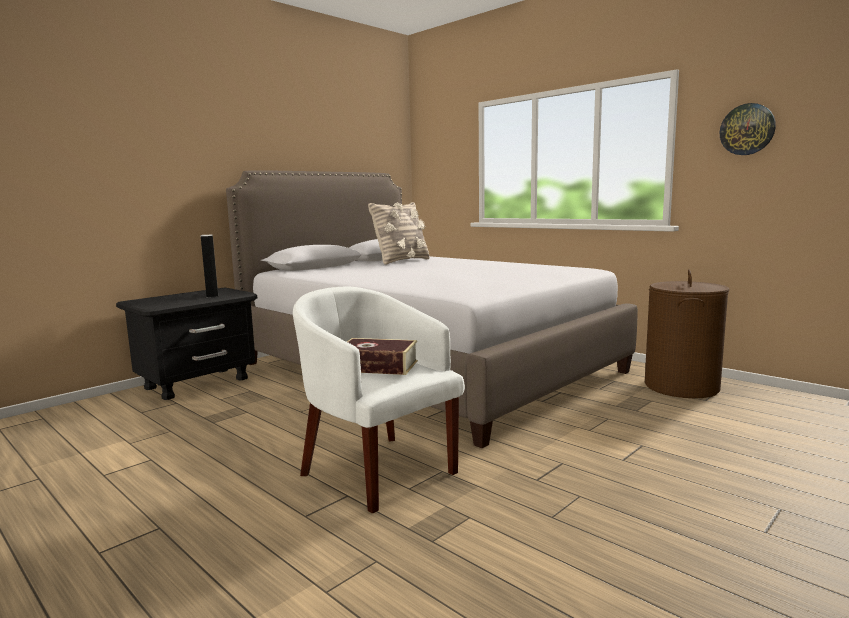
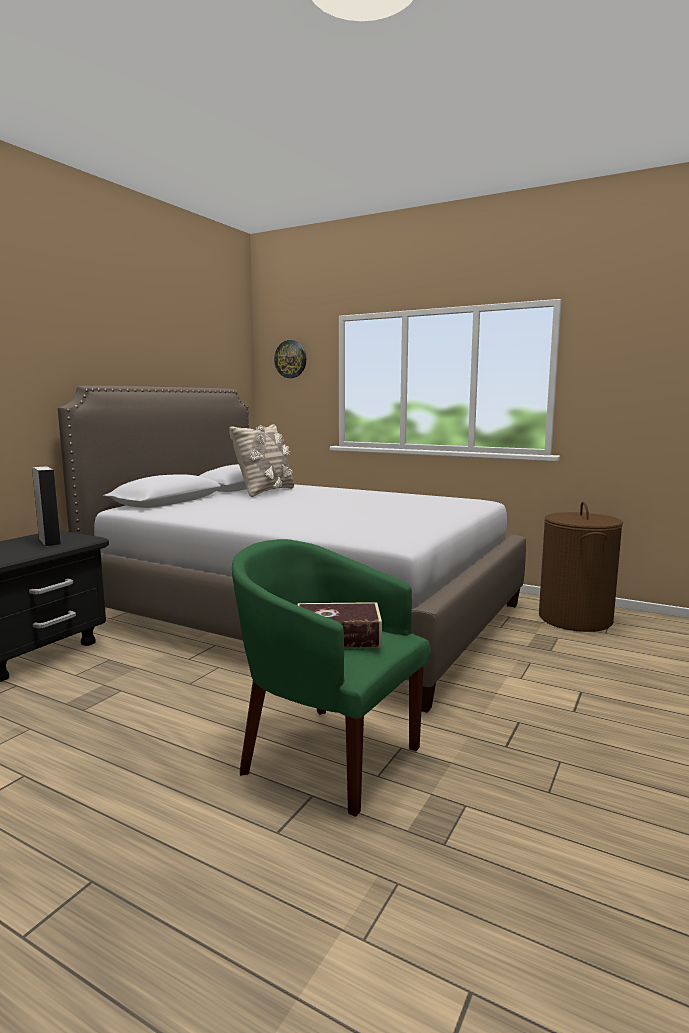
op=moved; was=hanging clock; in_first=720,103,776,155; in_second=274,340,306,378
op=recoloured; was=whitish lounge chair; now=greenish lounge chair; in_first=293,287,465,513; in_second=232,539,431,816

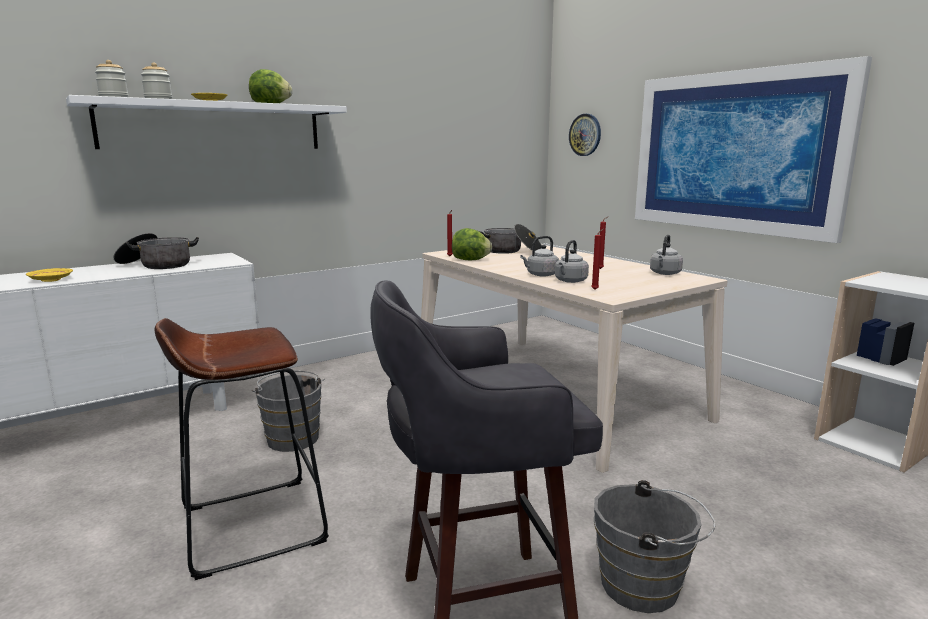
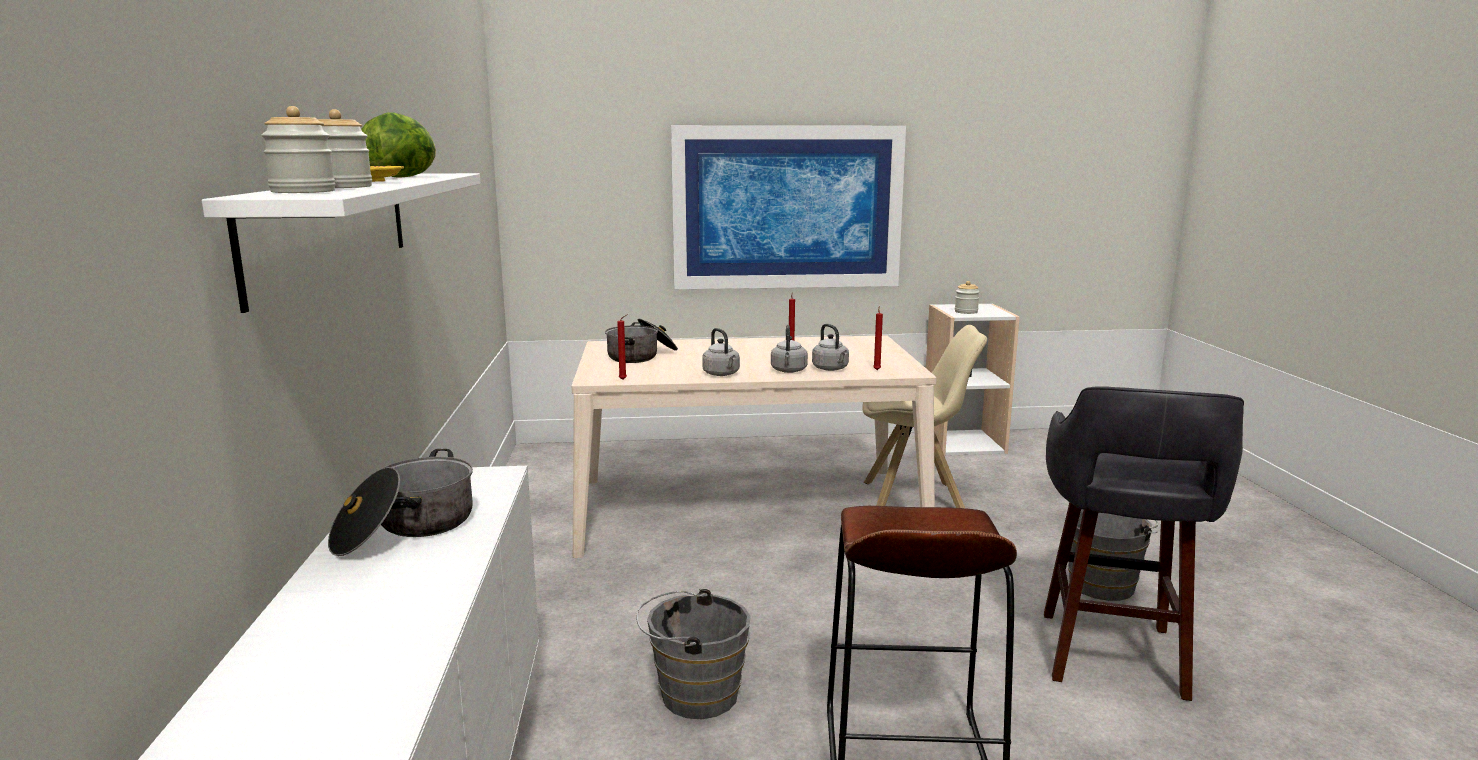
op=removed; was=hanging clock; in_first=569,114,601,156
op=removed; was=lettuce head; in_first=452,228,492,260
op=moved; was=gray kettle; in_first=650,235,683,275; in_second=702,328,740,376
op=removed; was=yellow plate; in_first=26,268,73,282
op=added; now=preserve jar; in_second=955,281,979,314
op=added; now=beige-coloured upright chair; in_second=862,325,987,508

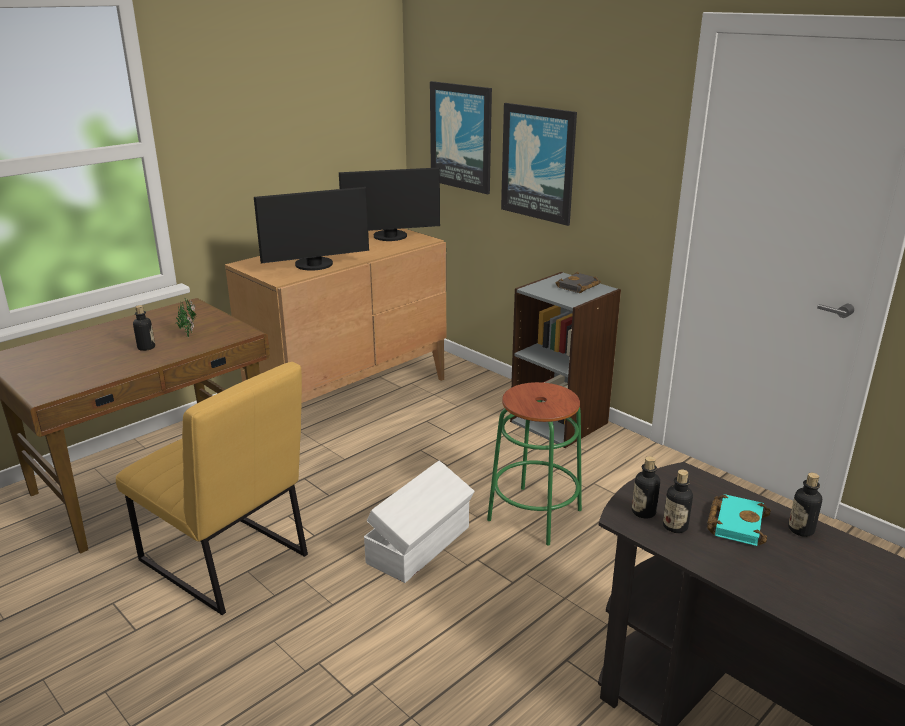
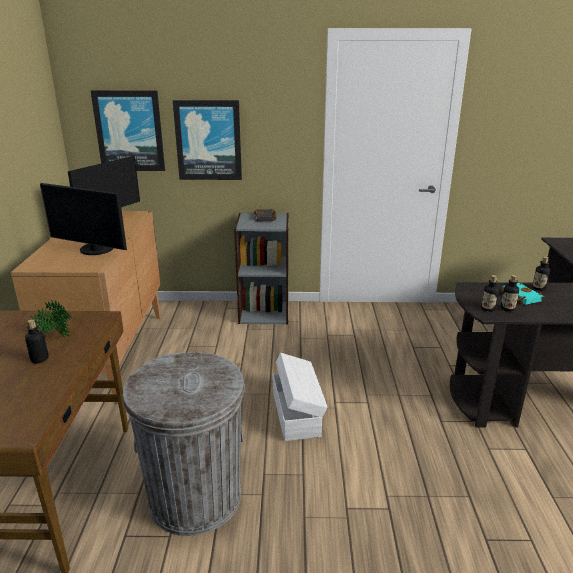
op=turned; was=computer screen; in_first=254,187,369,271; in_second=40,183,127,255; clockwise=90
op=replaced; was=yellow upright chair; now=gray trash can; in_first=116,362,308,615; in_second=123,352,245,536
op=removed; was=greenish stool seat; in_first=487,382,582,546

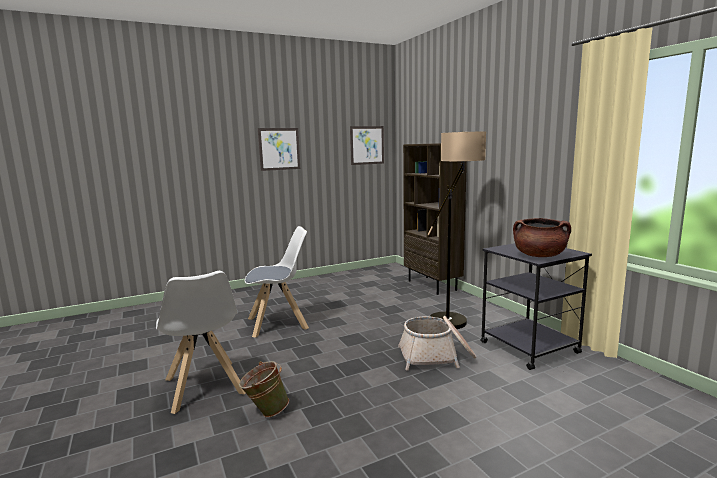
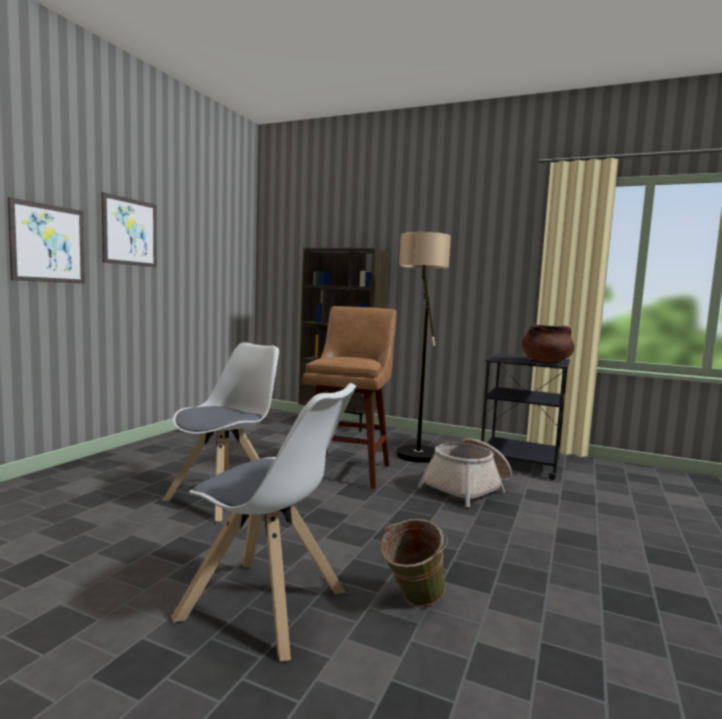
op=moved; was=picture; in_first=350,126,384,165; in_second=8,197,85,284
op=added; now=brownish stool seat; in_second=303,306,397,489

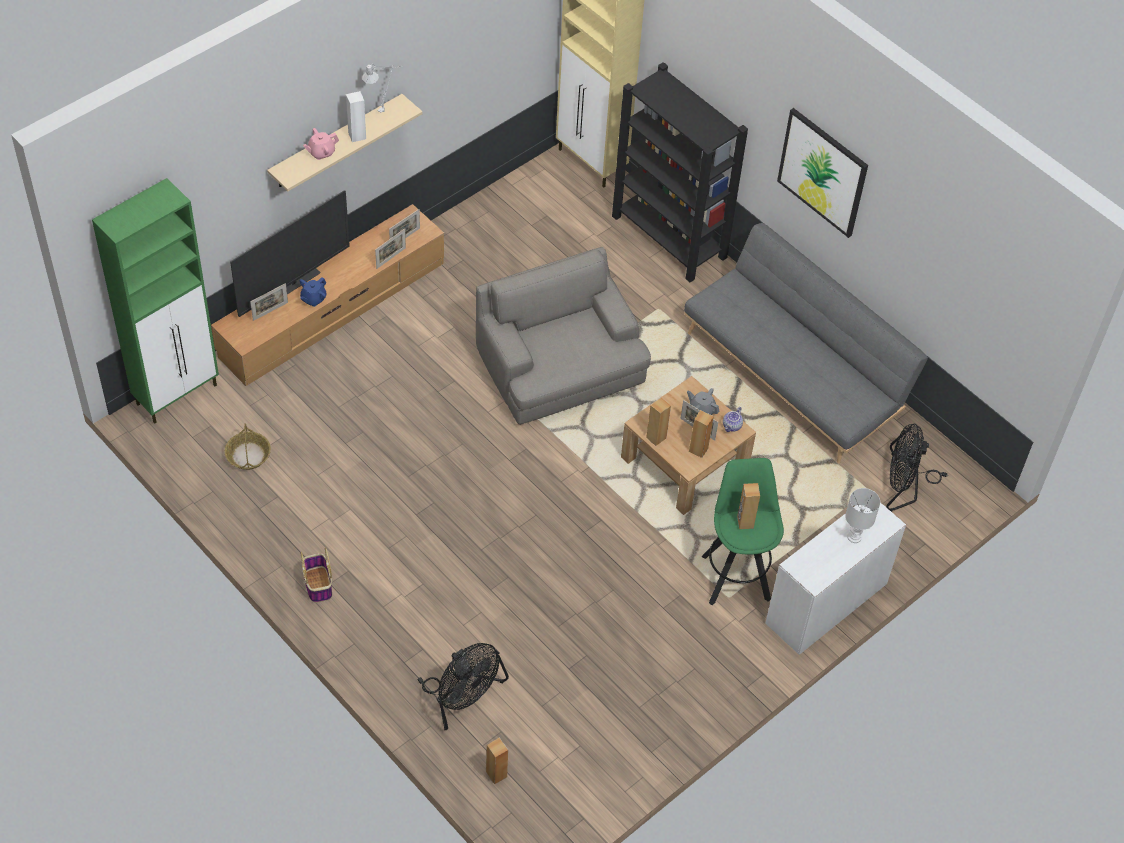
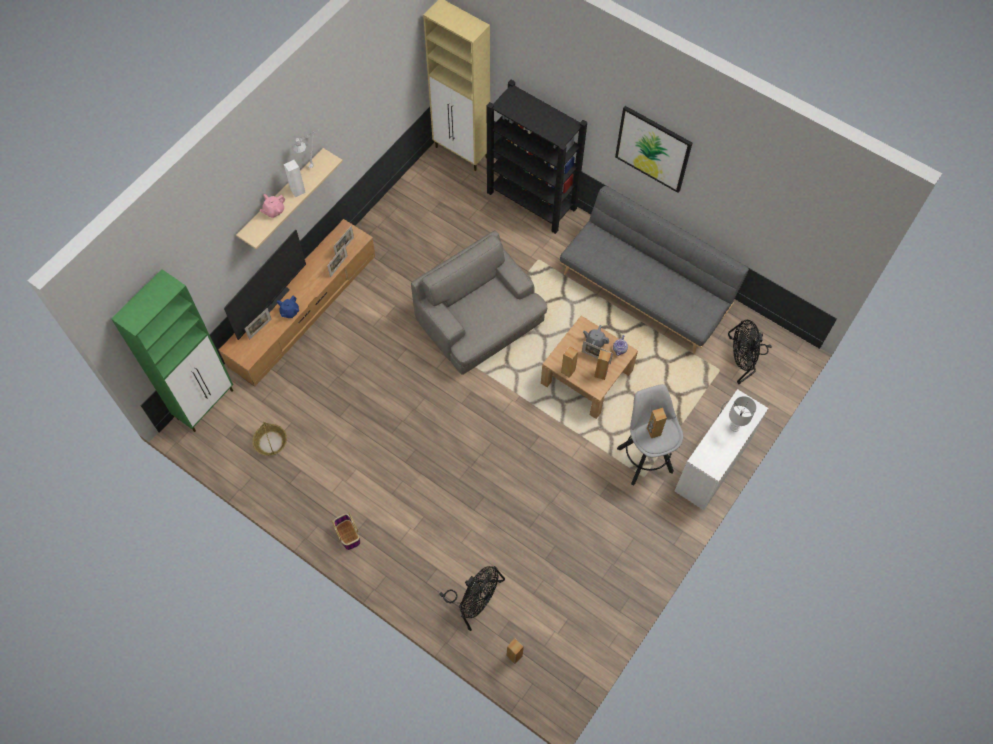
op=recoloured; was=greenish stool seat; now=gray stool seat; in_first=702,458,784,605; in_second=617,384,683,486

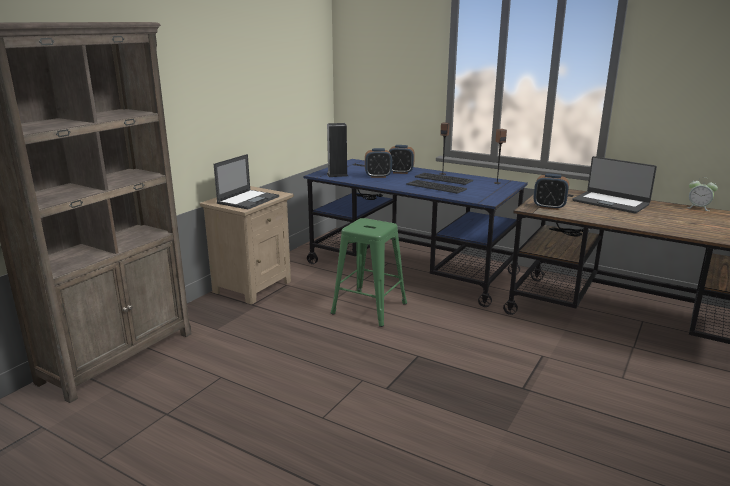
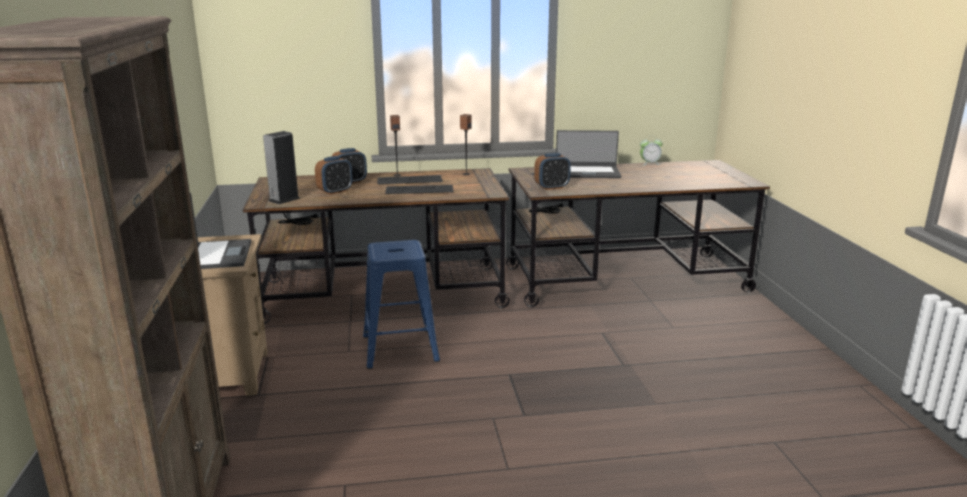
op=recoloured; was=blue desk unit; now=brownish desk unit; in_first=304,159,528,307; in_second=243,168,510,324
op=recoloured; was=greenish stool seat; now=blue stool seat; in_first=331,218,407,327; in_second=363,240,440,369

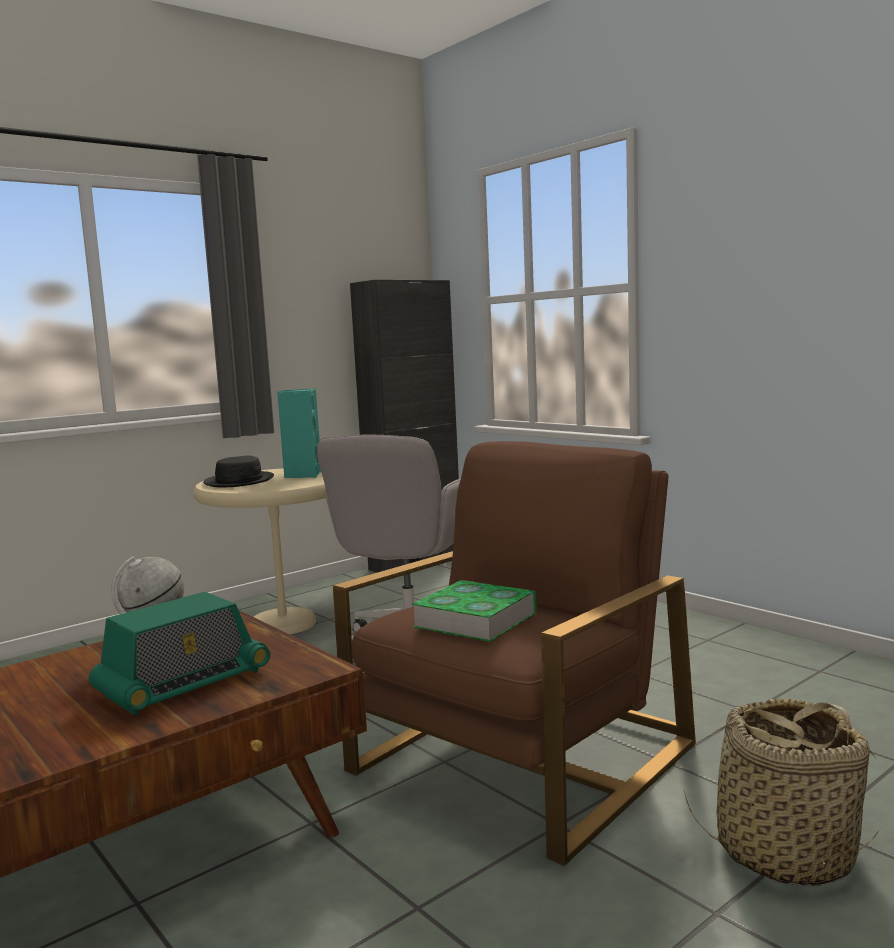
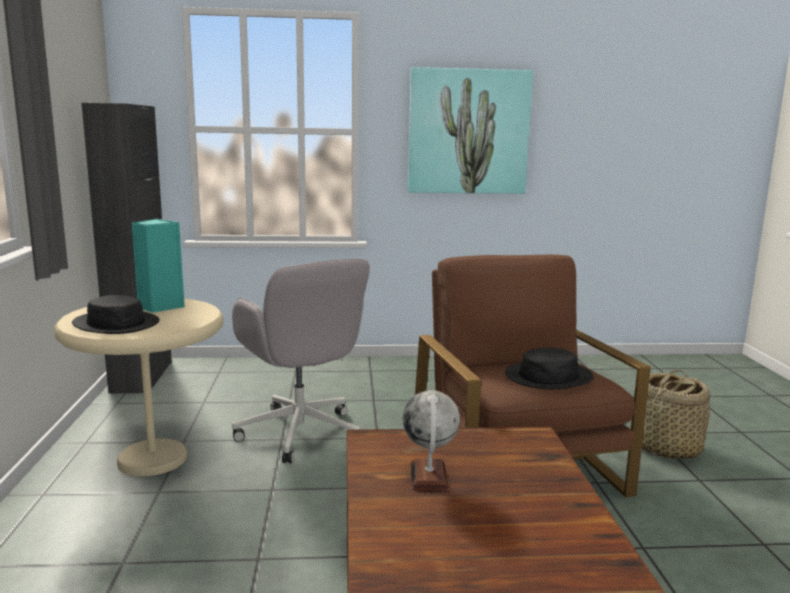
op=replaced; was=volume; now=blackish hat; in_first=412,580,536,642; in_second=505,348,594,389
op=removed; was=radio set; in_first=89,592,270,715
op=added; now=picture; in_second=408,67,533,194

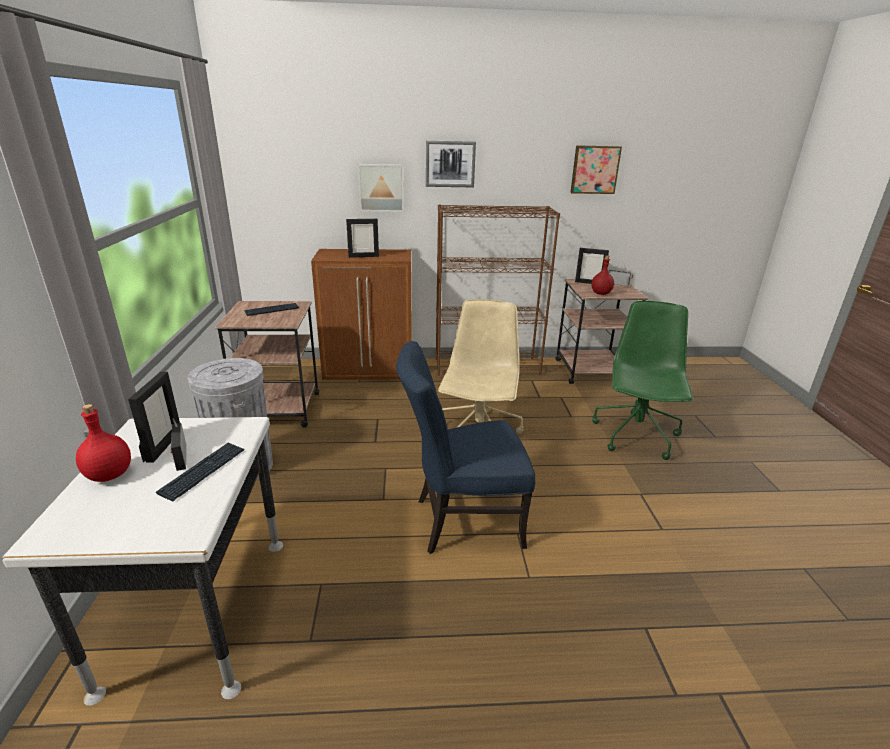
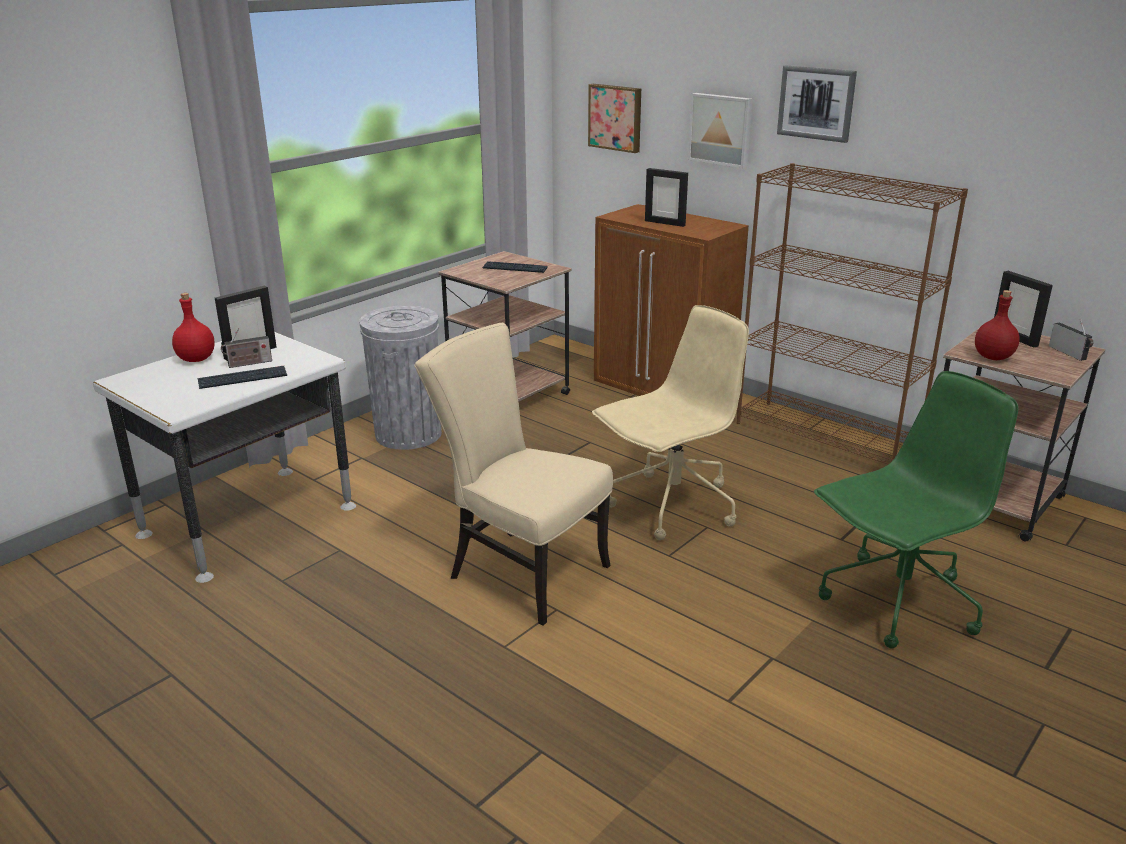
op=moved; was=picture; in_first=570,145,622,194; in_second=588,84,641,153
op=recoloured; was=blue upright chair; now=beige-coloured upright chair; in_first=396,341,536,554; in_second=414,323,613,626
op=turned; was=radio set; in_first=170,418,186,471; in_second=221,328,272,368; clockwise=-135

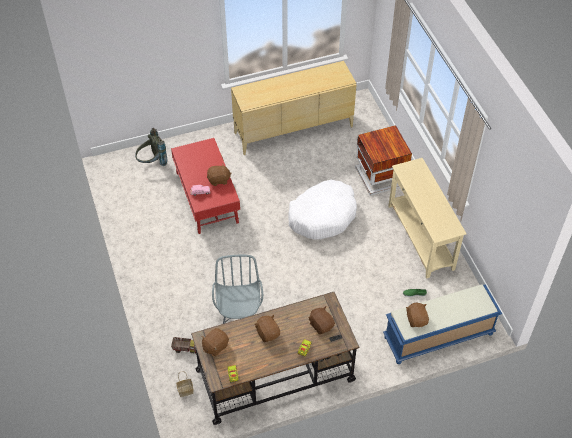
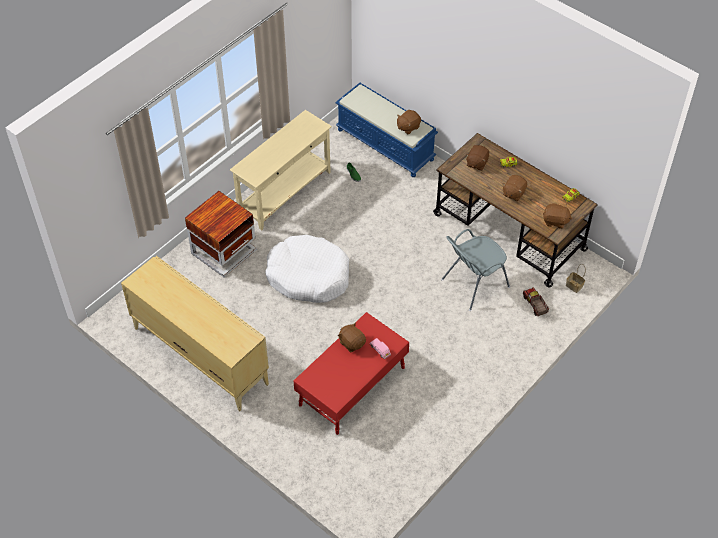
op=removed; was=gray knapsack; in_first=135,128,168,166

